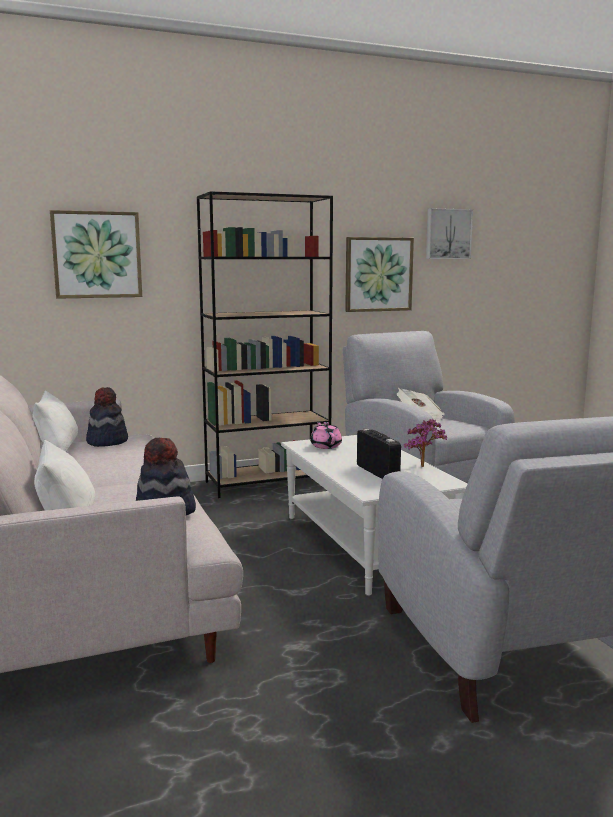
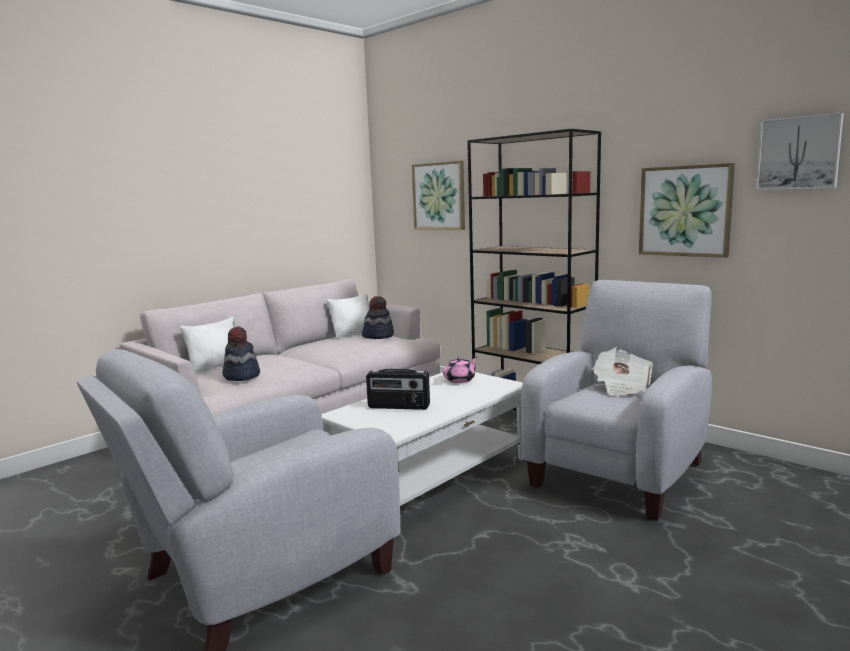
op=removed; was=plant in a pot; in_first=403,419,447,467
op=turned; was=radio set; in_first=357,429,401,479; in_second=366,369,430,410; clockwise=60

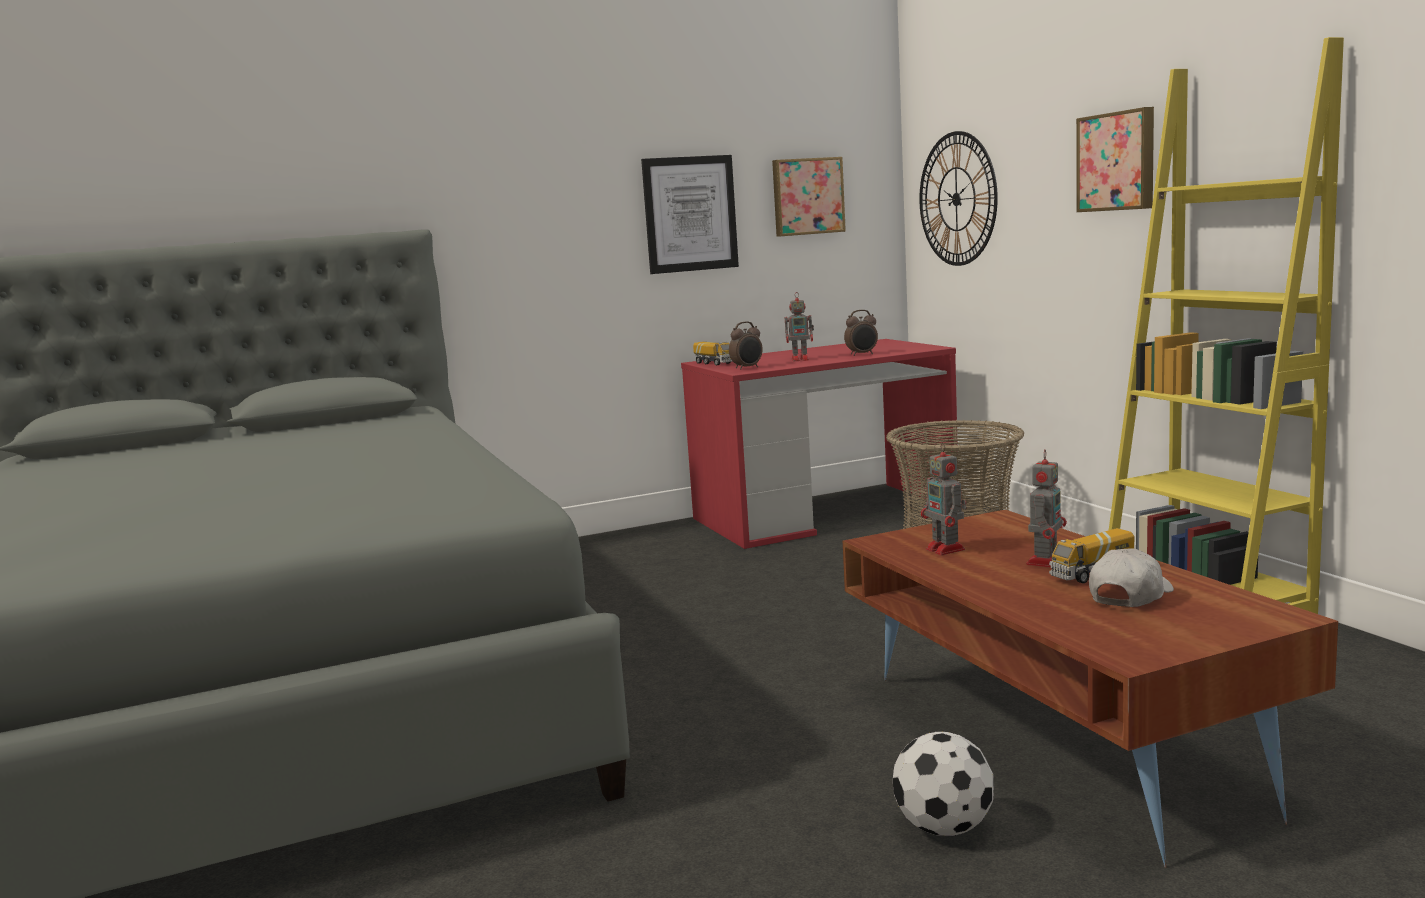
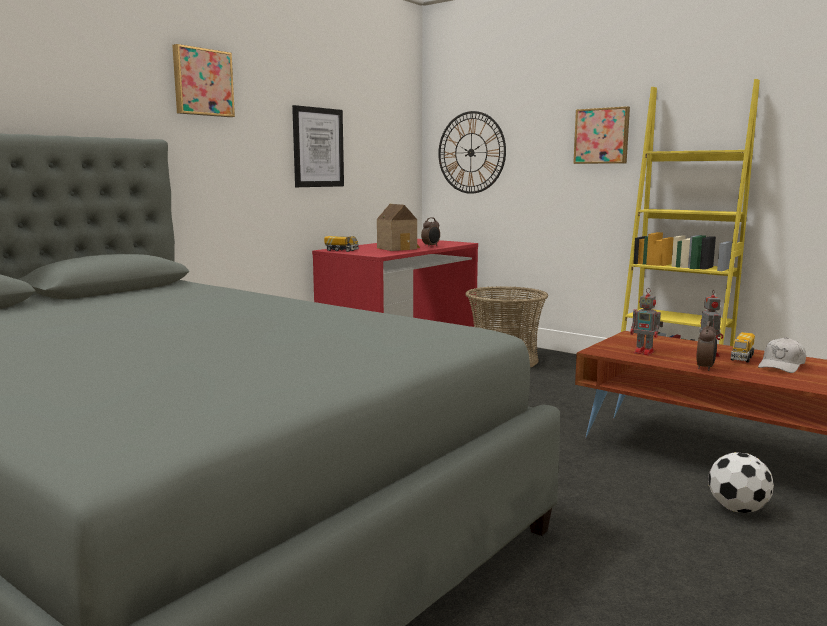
op=moved; was=picture; in_first=772,157,846,237; in_second=172,44,235,117
op=replaced; was=robot figure; now=miniature house; in_first=785,292,814,361; in_second=377,204,420,251
op=moved; was=table clock; in_first=729,322,763,370; in_second=696,321,717,371
op=turned; was=whitish baseball cap; in_first=1089,549,1174,607; in_second=758,337,806,373; clockwise=-150

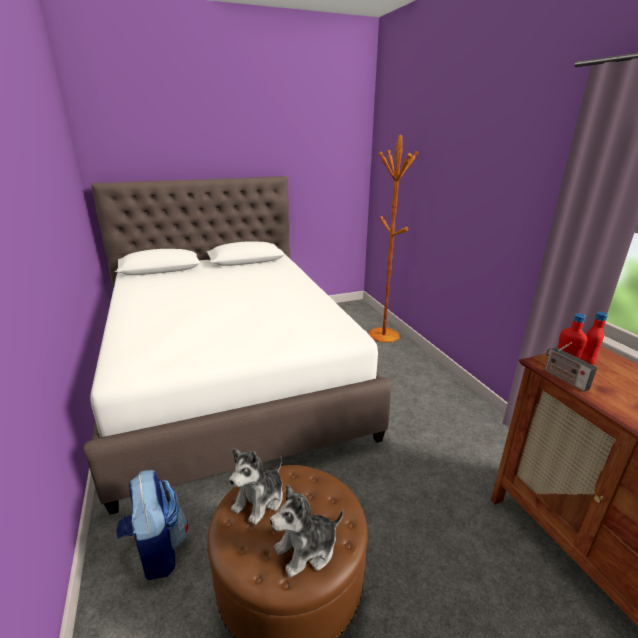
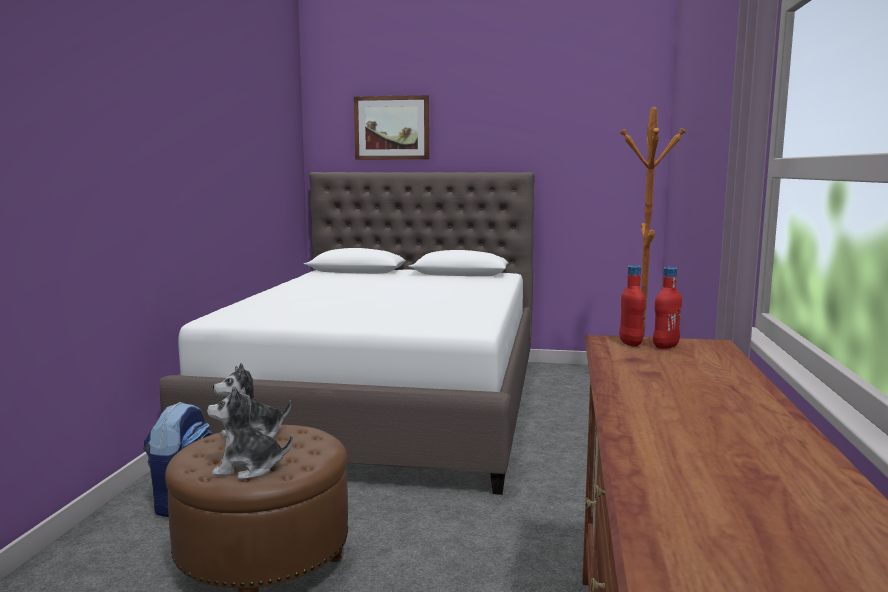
op=removed; was=radio set; in_first=545,342,597,392
op=added; now=picture; in_second=354,95,429,160

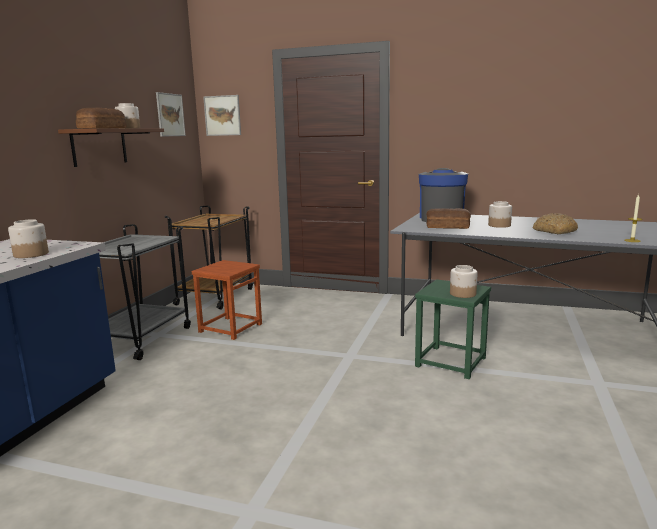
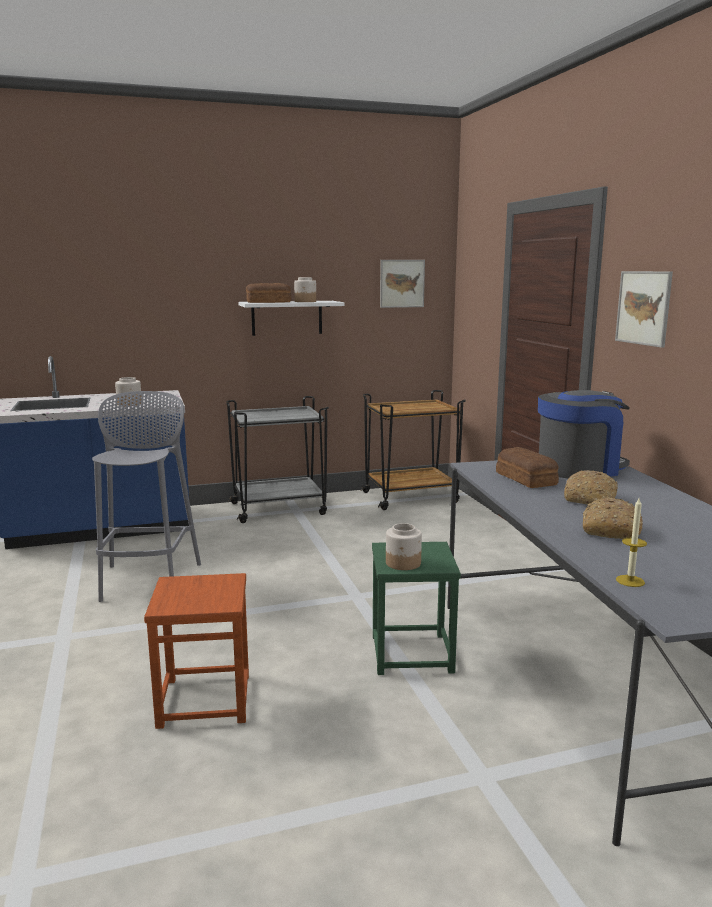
op=moved; was=picture; in_first=203,95,241,136; in_second=615,271,673,348
op=recoloured; was=brownish shelf; now=whitish shelf; in_first=58,128,164,167; in_second=238,301,344,336
op=replaced; was=preserve jar; now=bread; in_first=488,201,512,228; in_second=564,470,618,505
op=moved; was=brownish stool seat; in_first=192,260,262,340; in_second=144,573,249,729
op=added; now=gray stool seat; in_second=92,391,201,602

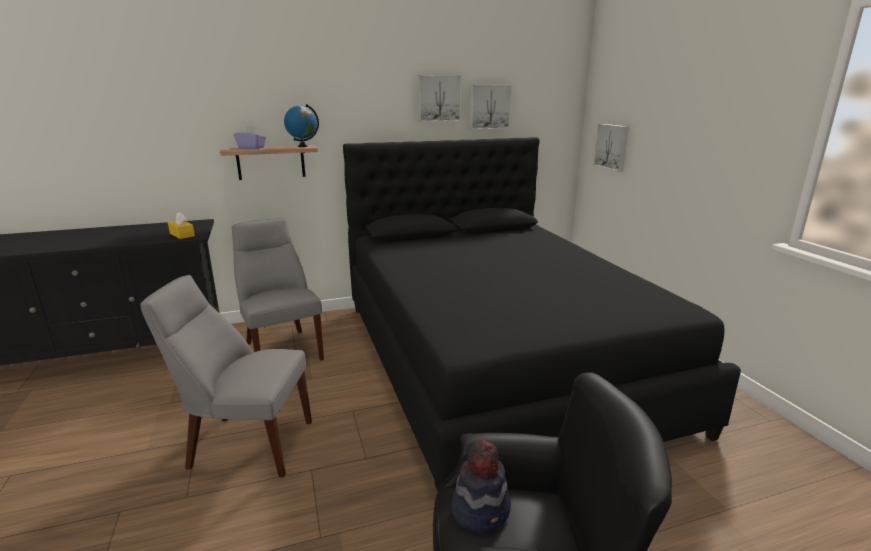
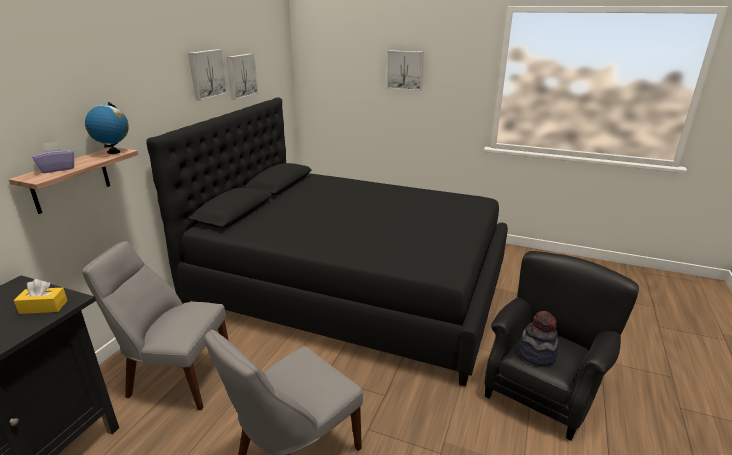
op=moved; was=picture; in_first=593,124,629,171; in_second=387,50,424,91

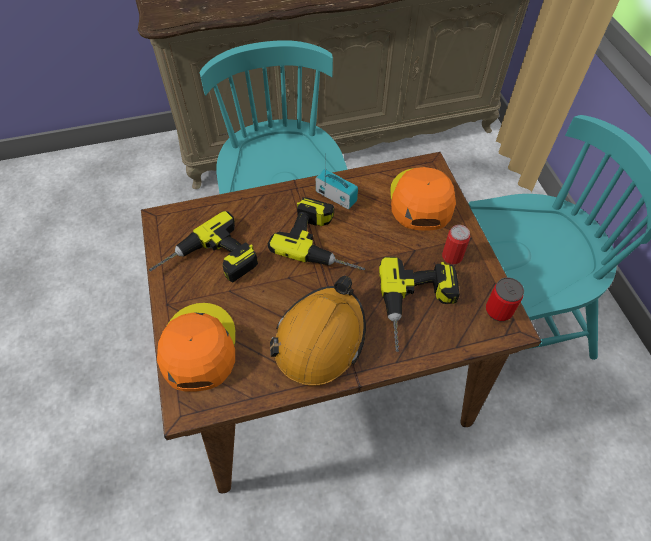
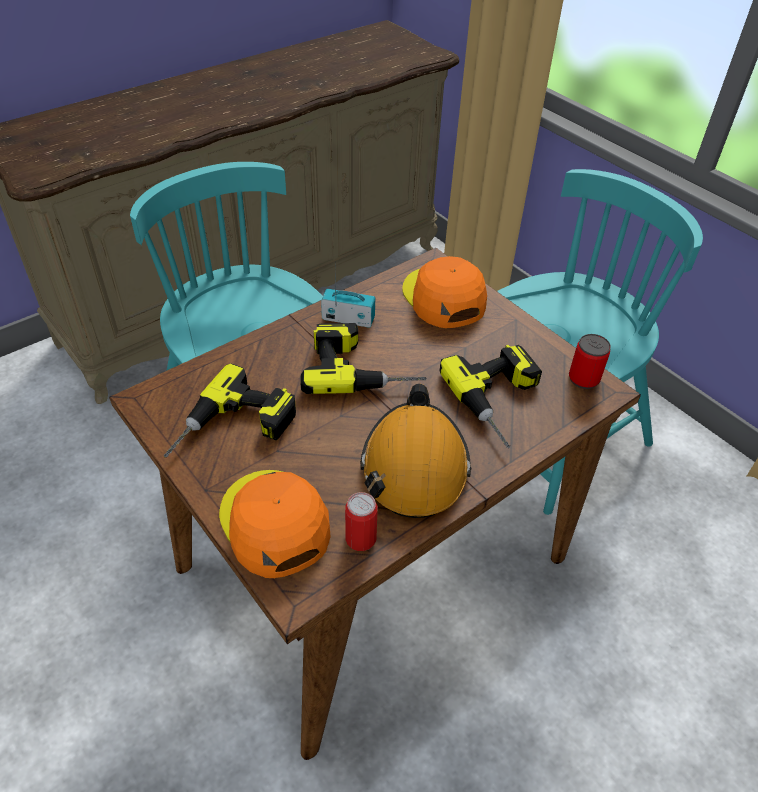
op=moved; was=sealed can; in_first=442,225,470,264; in_second=345,492,378,551

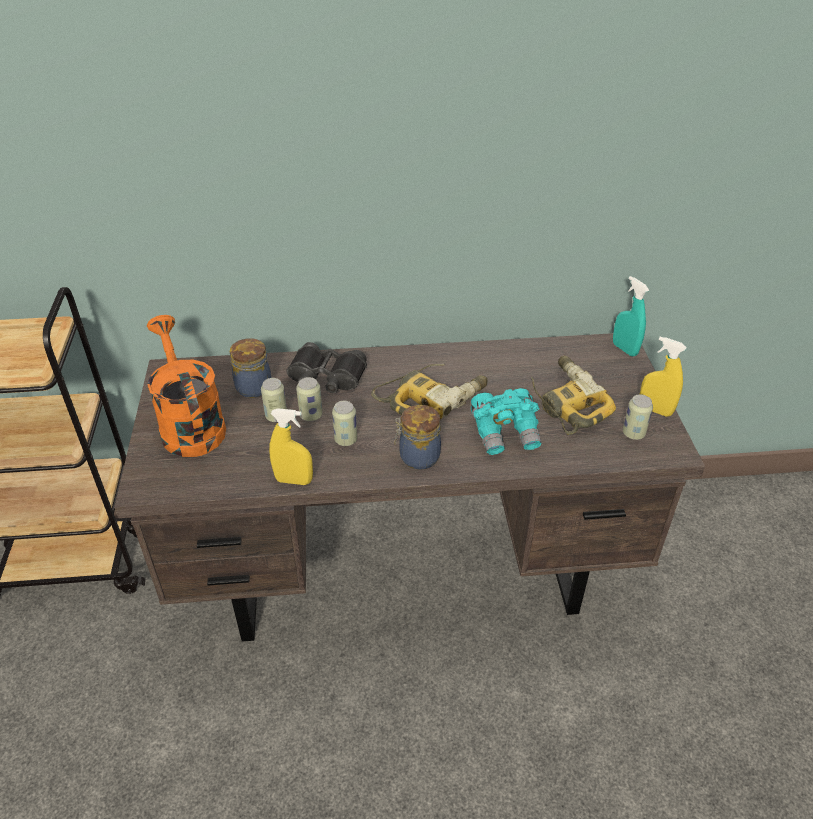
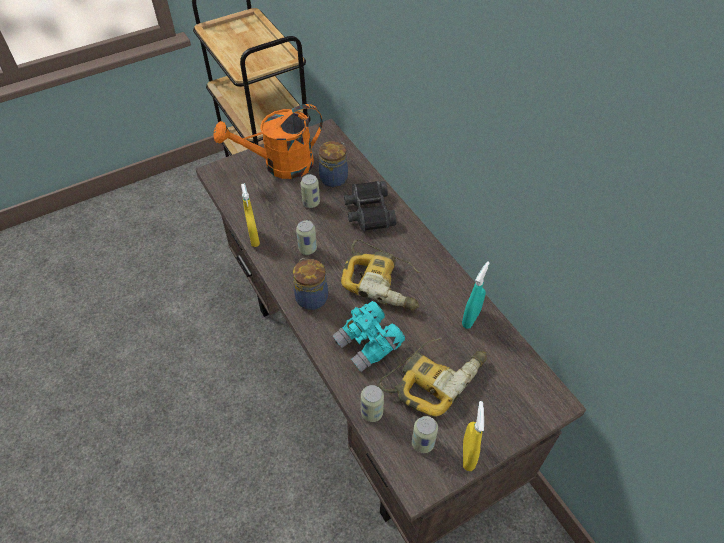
op=moved; was=blue-green hand sprayer; in_first=613,276,649,357; in_second=462,262,490,329
op=turned; was=orangey watering can; in_first=147,315,226,457; in_second=213,104,323,179; clockwise=-150
op=moved; was=sealed can; in_first=296,377,323,421; in_second=361,385,384,422

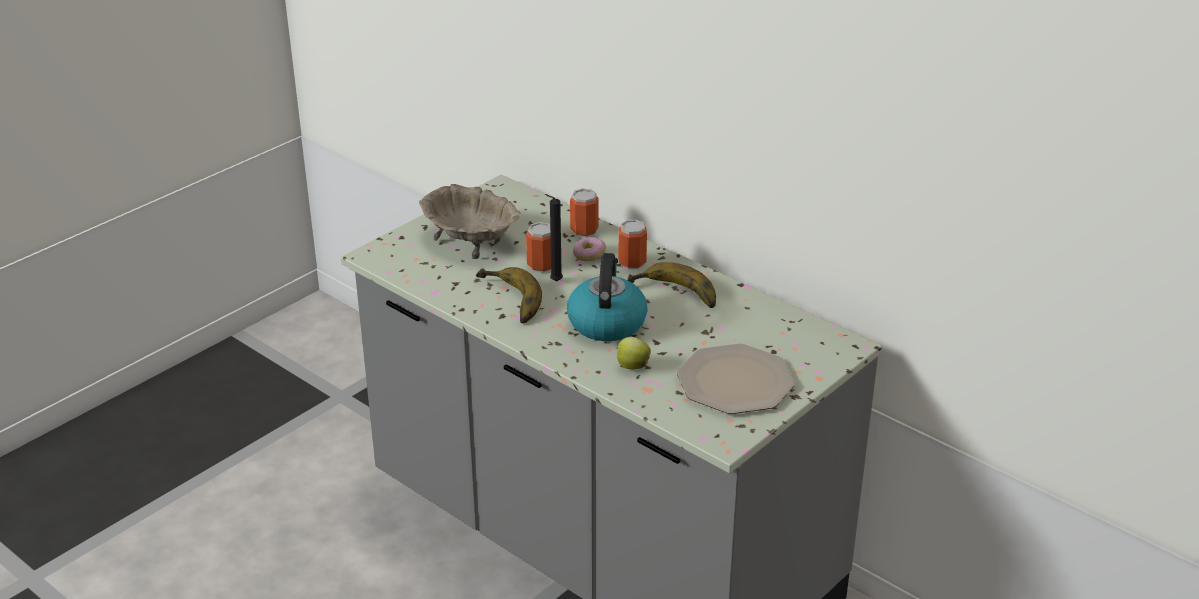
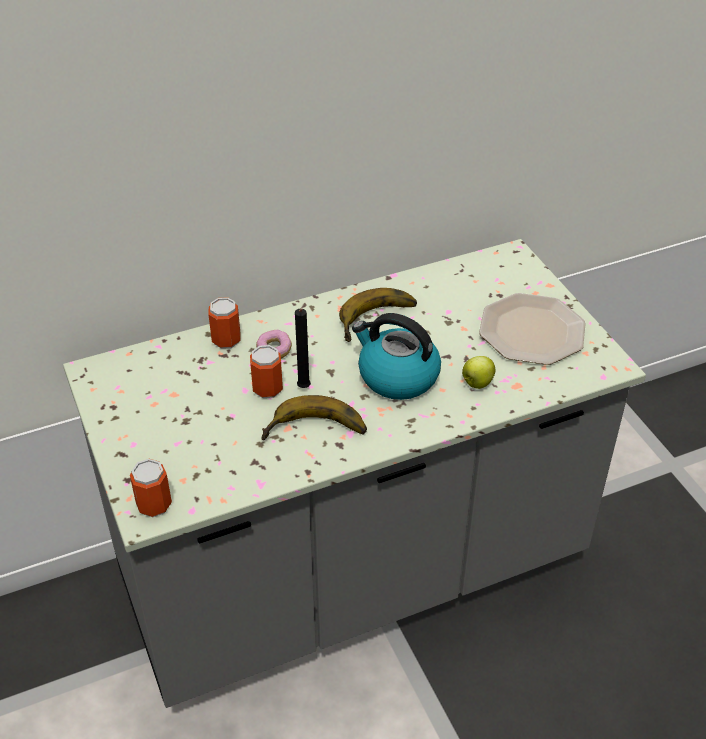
op=removed; was=beige-coloured serving bowl; in_first=419,184,520,259
op=moved; was=sealed can; in_first=618,220,647,269; in_second=130,459,172,517

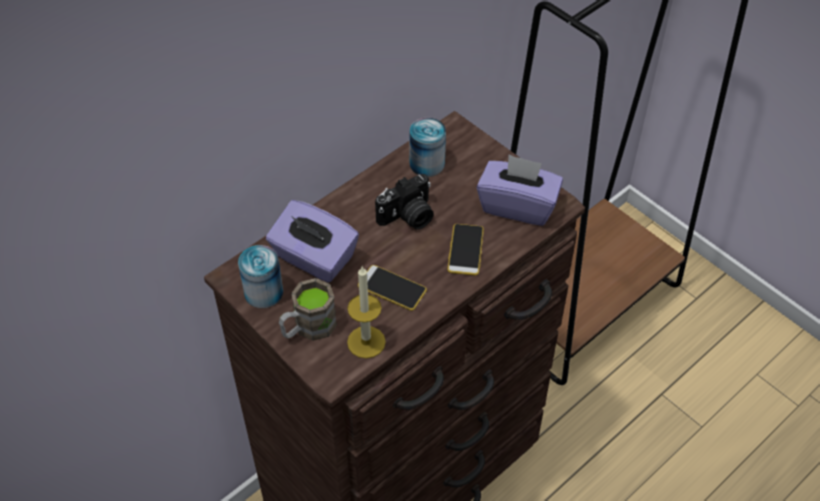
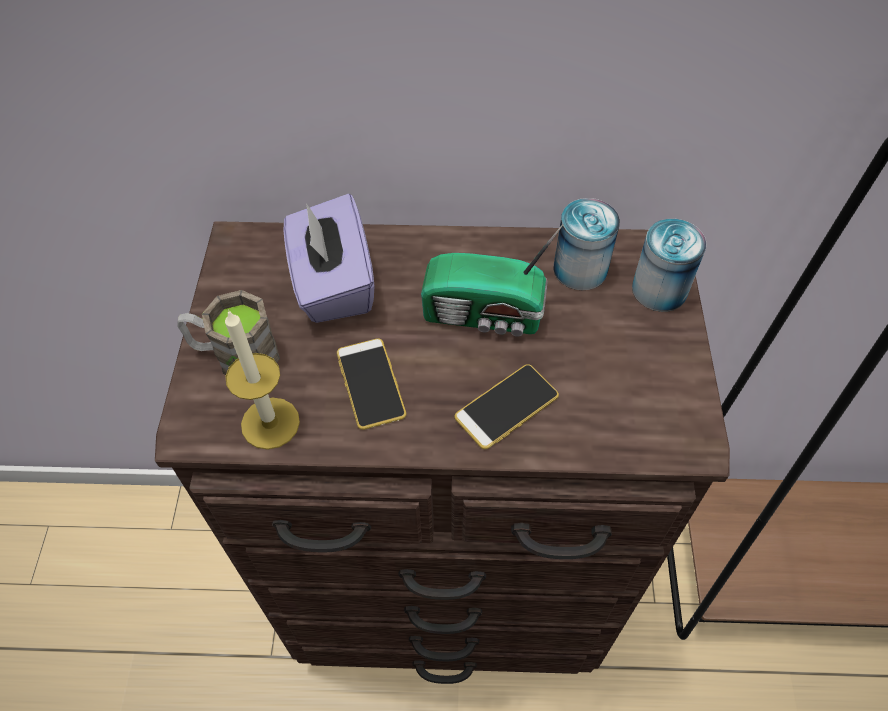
op=removed; was=purplish tissue holder; in_first=477,154,563,226
op=replaced; was=still camera; now=radio set; in_first=375,174,434,230; in_second=421,224,564,337
op=moved; was=sealed can; in_first=238,245,283,308; in_second=632,219,706,312

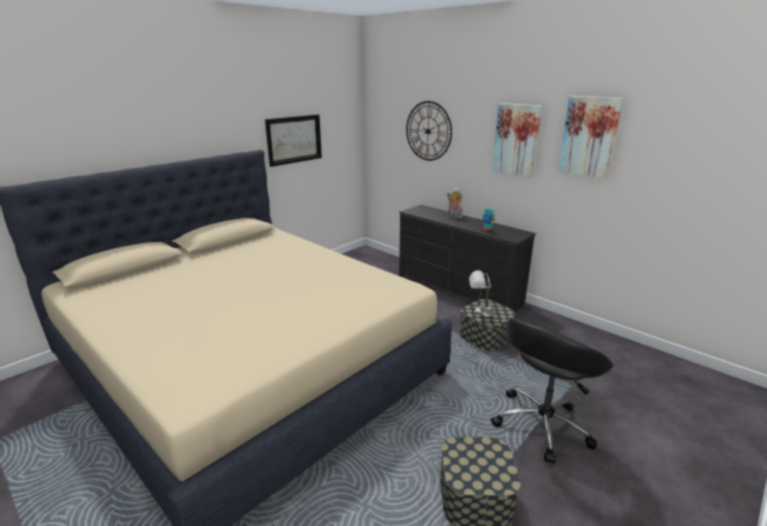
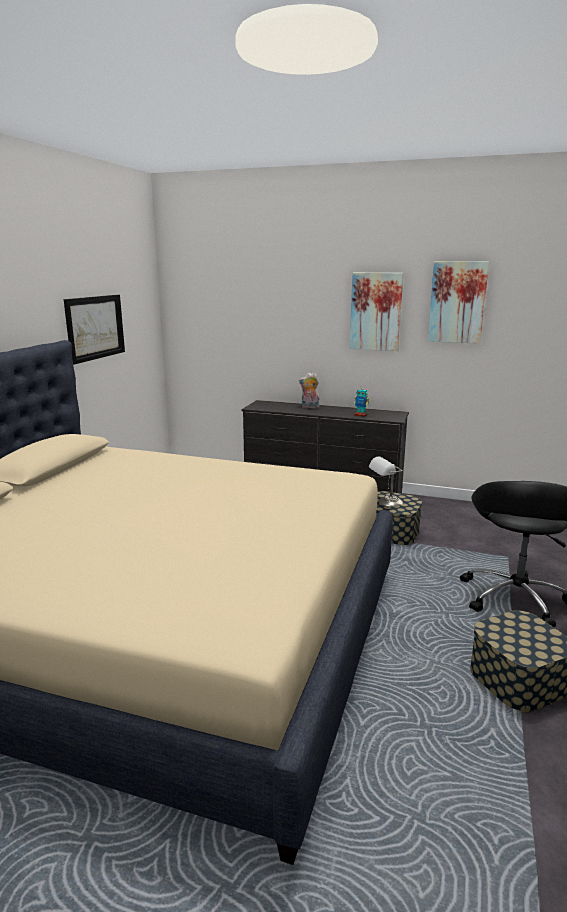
op=removed; was=hanging clock; in_first=406,101,452,161

